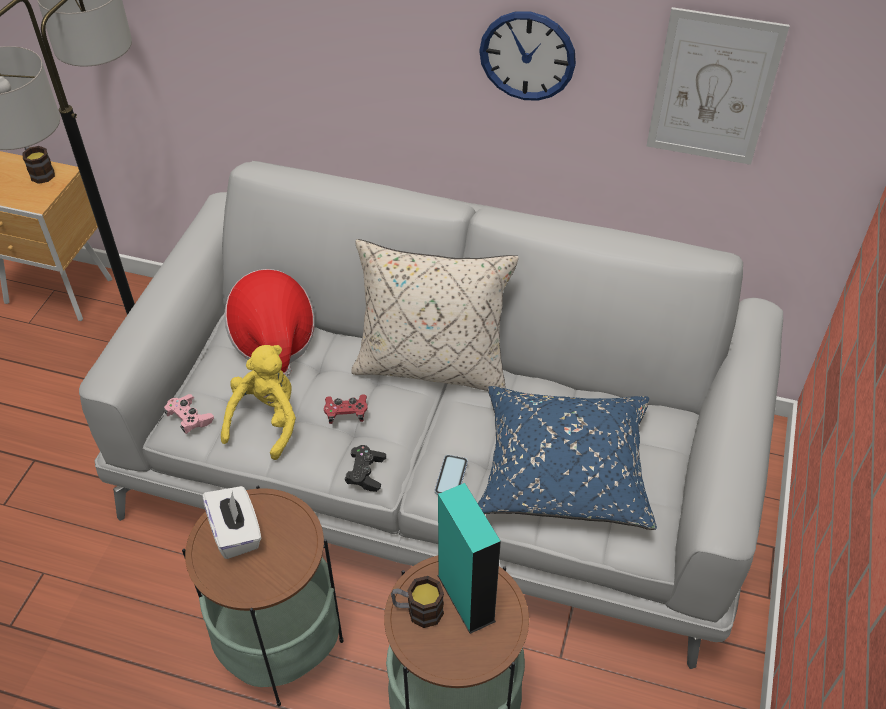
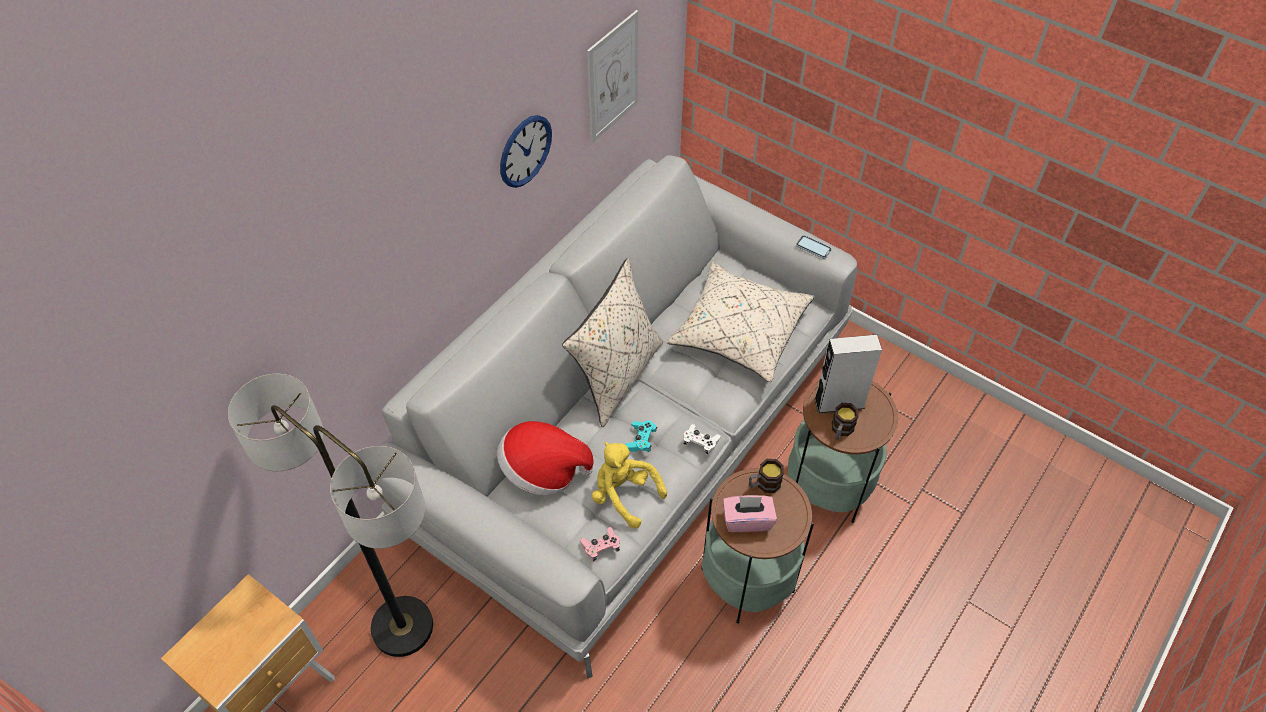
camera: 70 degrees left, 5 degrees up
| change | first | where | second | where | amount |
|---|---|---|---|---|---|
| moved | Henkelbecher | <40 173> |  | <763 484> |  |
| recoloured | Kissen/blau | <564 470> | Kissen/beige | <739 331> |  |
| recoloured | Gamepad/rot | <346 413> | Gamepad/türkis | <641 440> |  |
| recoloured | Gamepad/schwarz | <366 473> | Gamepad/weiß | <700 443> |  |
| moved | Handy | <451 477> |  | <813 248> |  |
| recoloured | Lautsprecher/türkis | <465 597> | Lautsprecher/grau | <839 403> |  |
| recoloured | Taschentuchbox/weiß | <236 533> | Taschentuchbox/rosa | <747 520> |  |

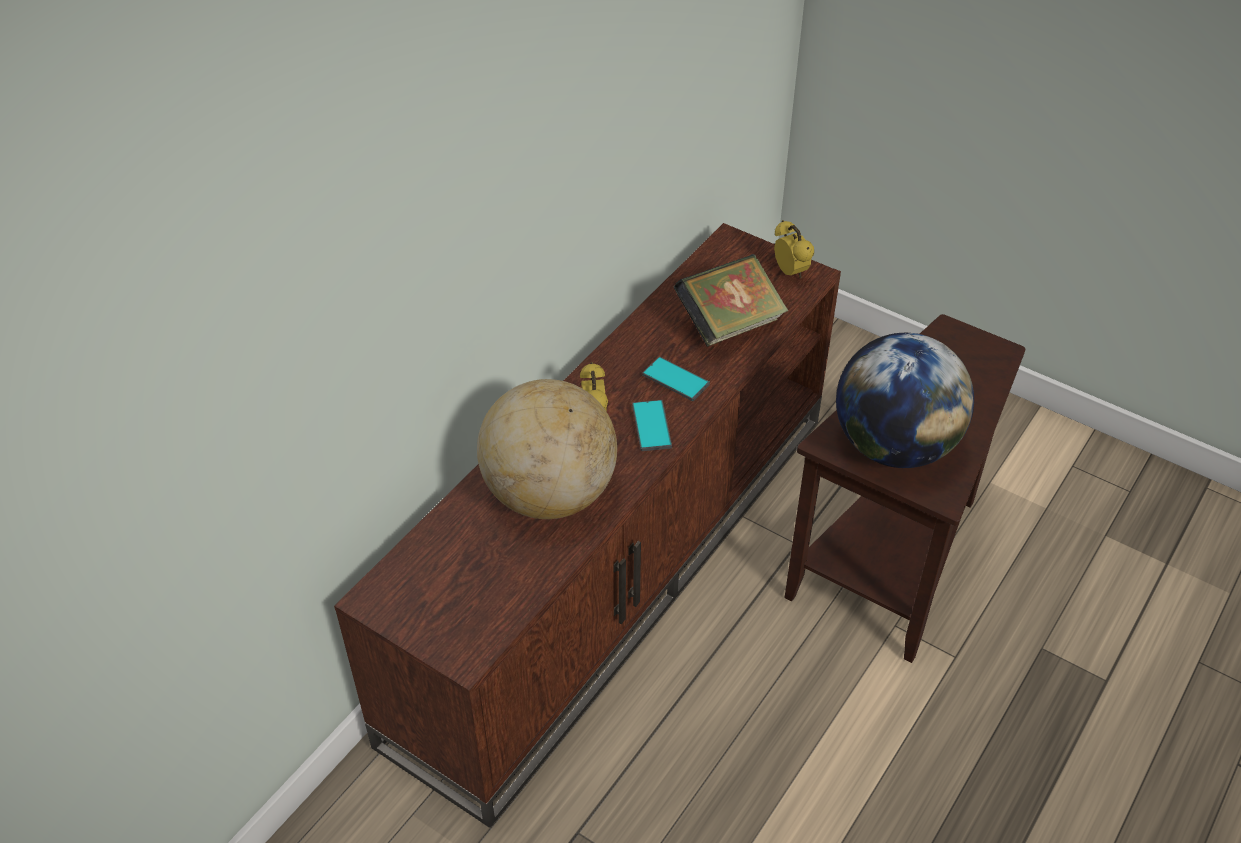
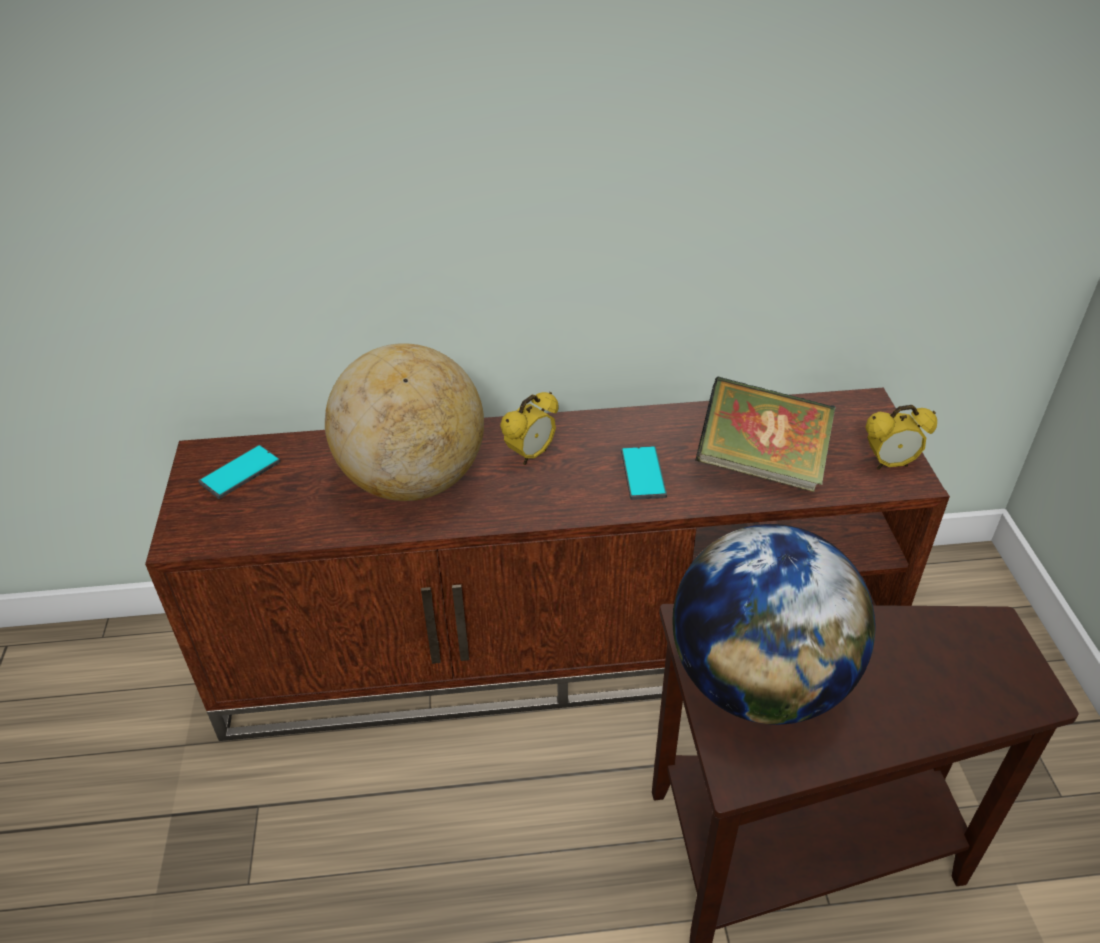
camera: 50 degrees right, 5 degrees down
| change | first | where | second | where | amount |
|---|---|---|---|---|---|
| turned | Wecker | <790 272> |  | <889 464> | 60 degrees clockwise |
| moved | Handy | <651 426> |  | <240 472> |  |

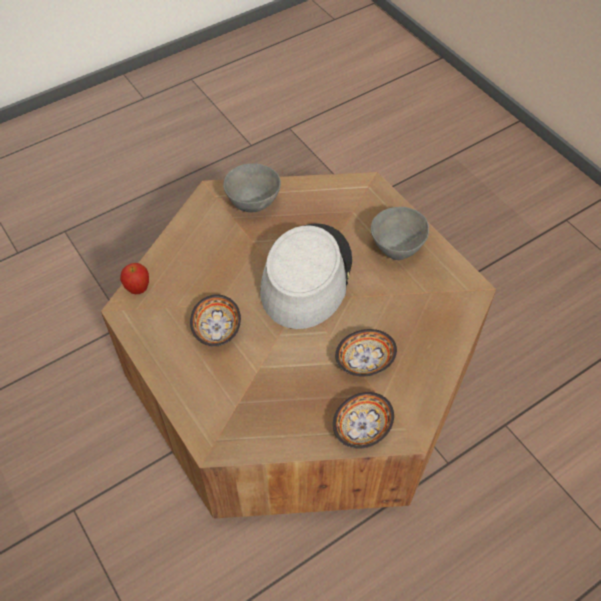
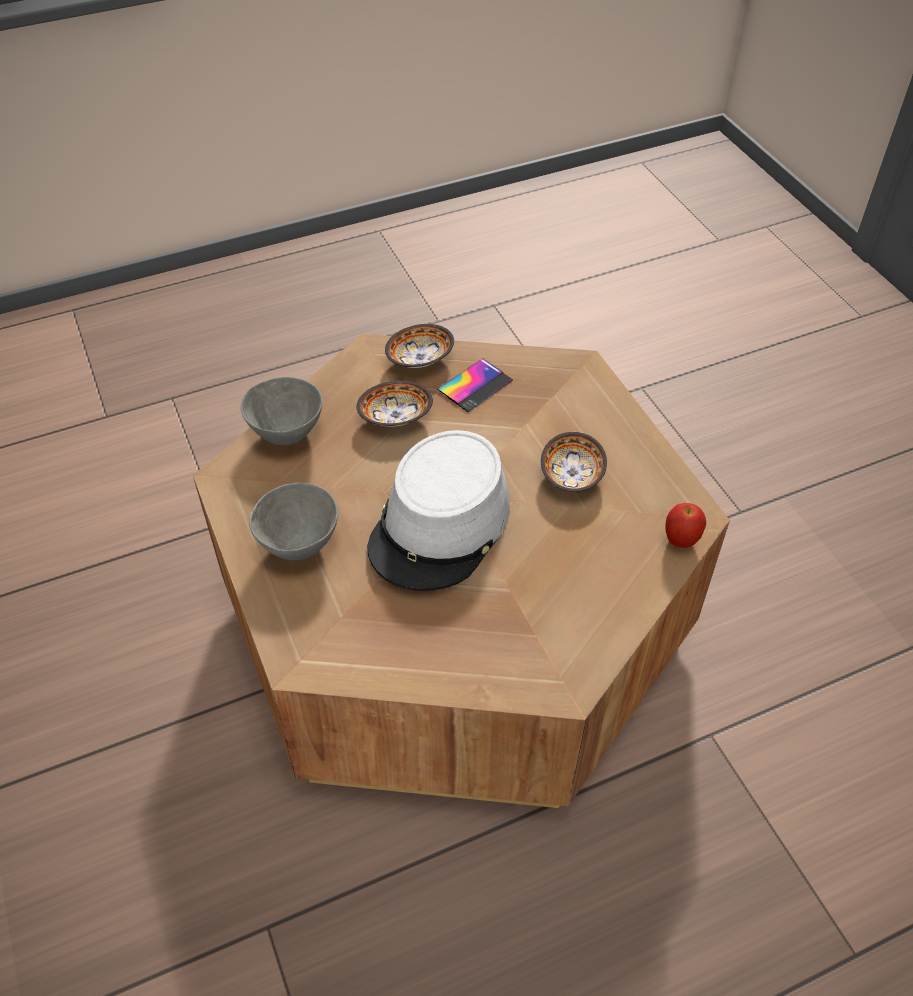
camera: 170 degrees left, 5 degrees down
| change | first | where | second | where | amount |
|---|---|---|---|---|---|
| moved | Schüssel/grau | <253 204> |  | <286 435> |  |
| added |  |  | Handy | <475 385> |  |

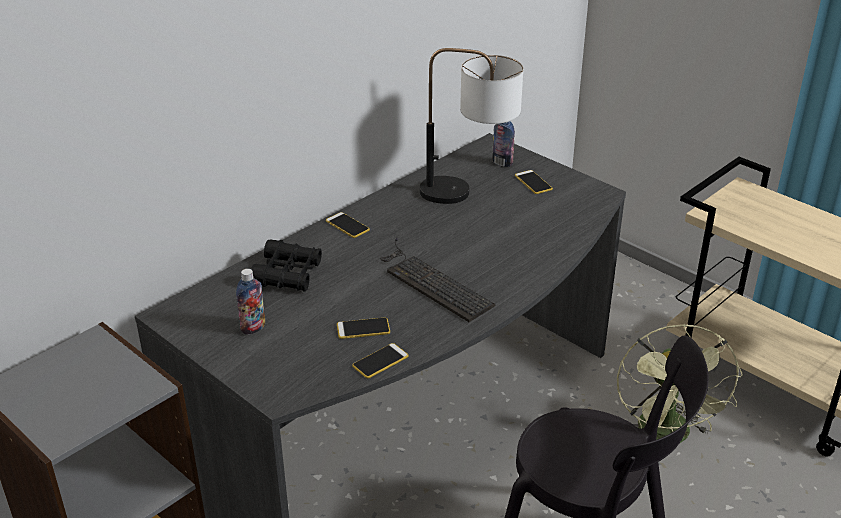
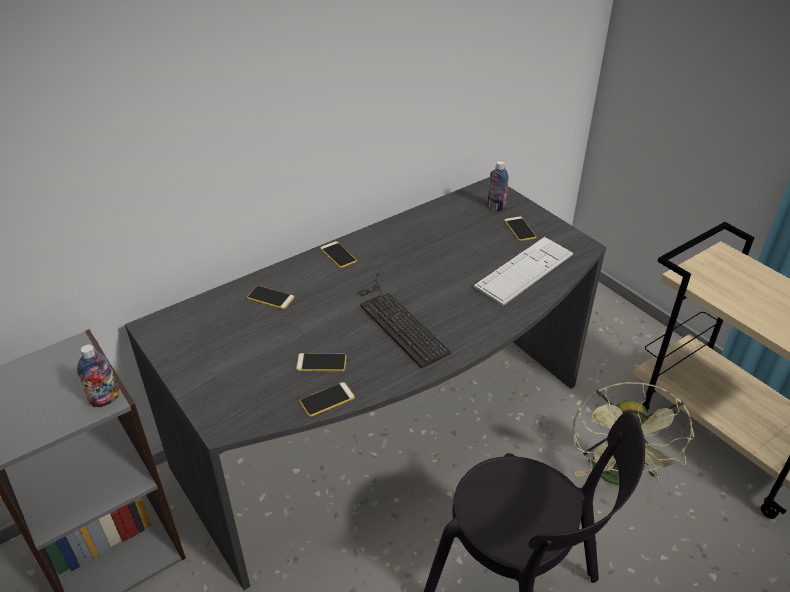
camera: 10 degrees right, 5 degrees up
| change | first | where | second | where | amount |
|---|---|---|---|---|---|
| removed | Tischlampe | <469 195> |  |  |  |
| replaced | Fernglas/schwarz | <288 274> | Handy | <270 298> |  |
| moved | Flasche | <253 328> |  | <105 399> |  |
| added |  |  | Tastatur | <524 271> |  |

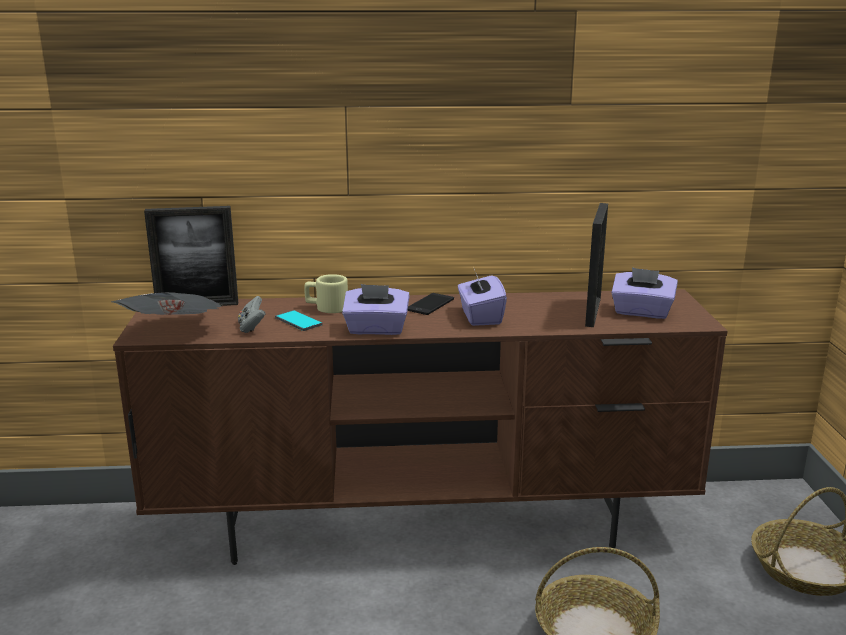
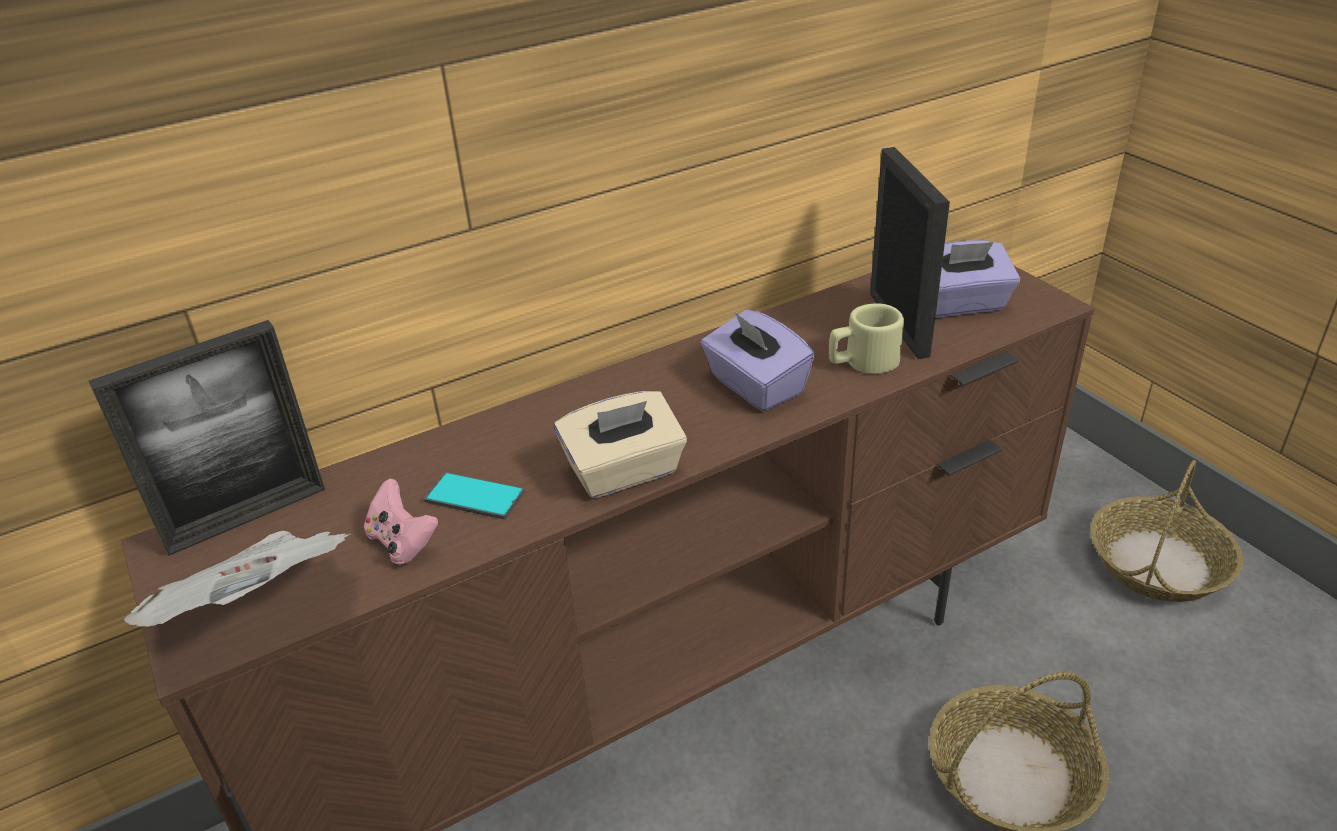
camera: 25 degrees left, 15 degrees up
| change | first | where | second | where | amount |
|---|---|---|---|---|---|
| moved | Henkelbecher/beige | <326 308> |  | <863 362> |  |
| recoloured | Taschentuchbox/lila | <376 329> | Taschentuchbox/beige | <624 472> |  |
| removed | Handy | <430 304> |  |  |  |
| recoloured | Gamepad/grau | <251 327> | Gamepad/rosa | <402 542> |  |

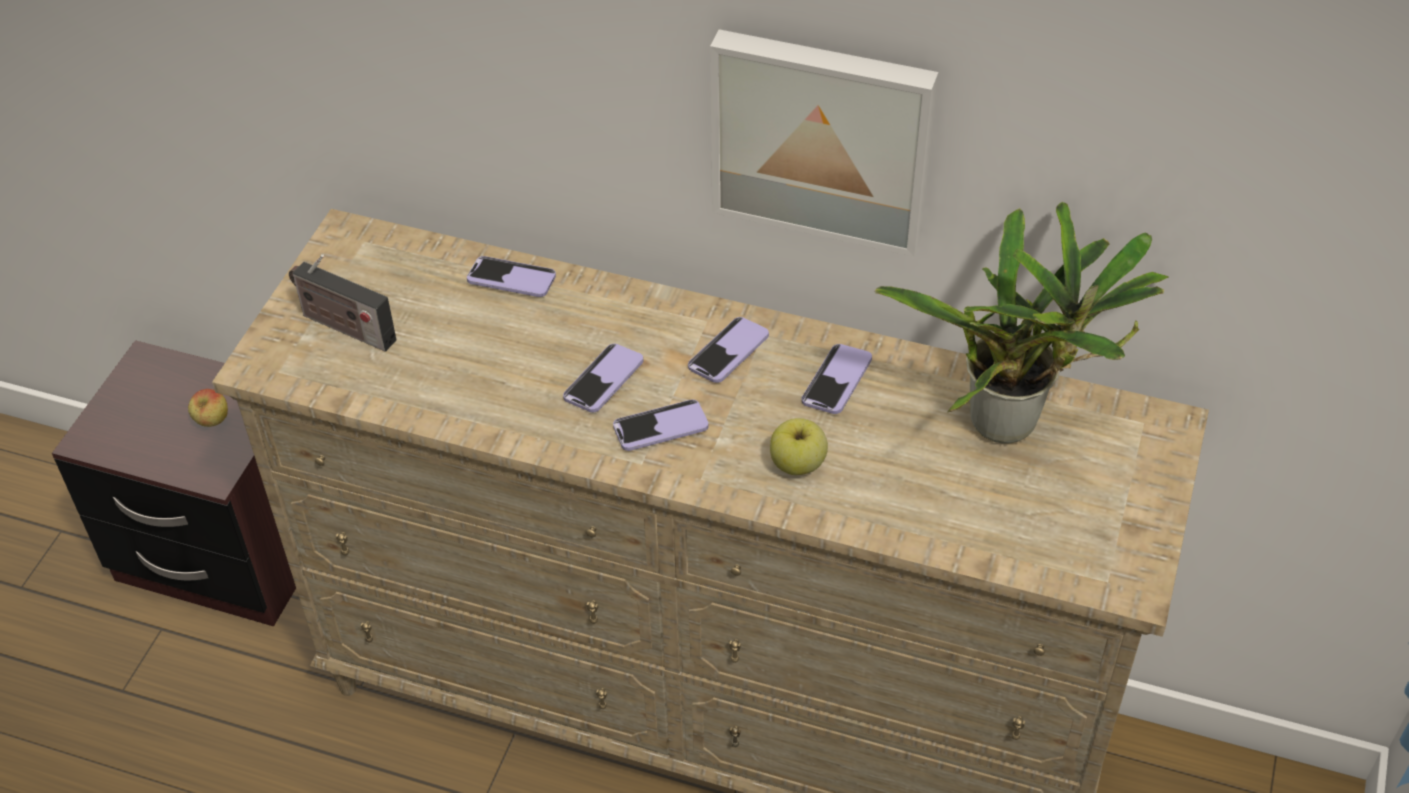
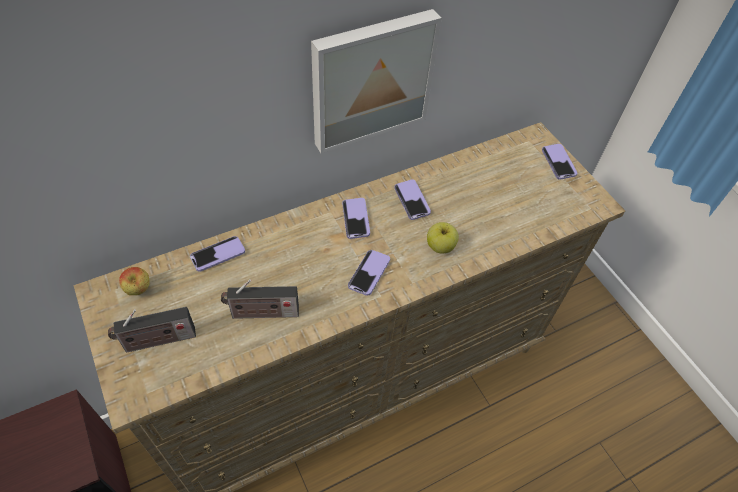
camera: 50 degrees left, 5 degrees up
| change | first | where | second | where | amount |
|---|---|---|---|---|---|
| removed | Topfpflanze | <1013 423> |  |  |  |
| moved | Handy | <603 380> |  | <558 162> |  |
| moved | Apfel | <212 422> |  | <139 290> |  |
| added |  |  | Radio | <262 313> |  |

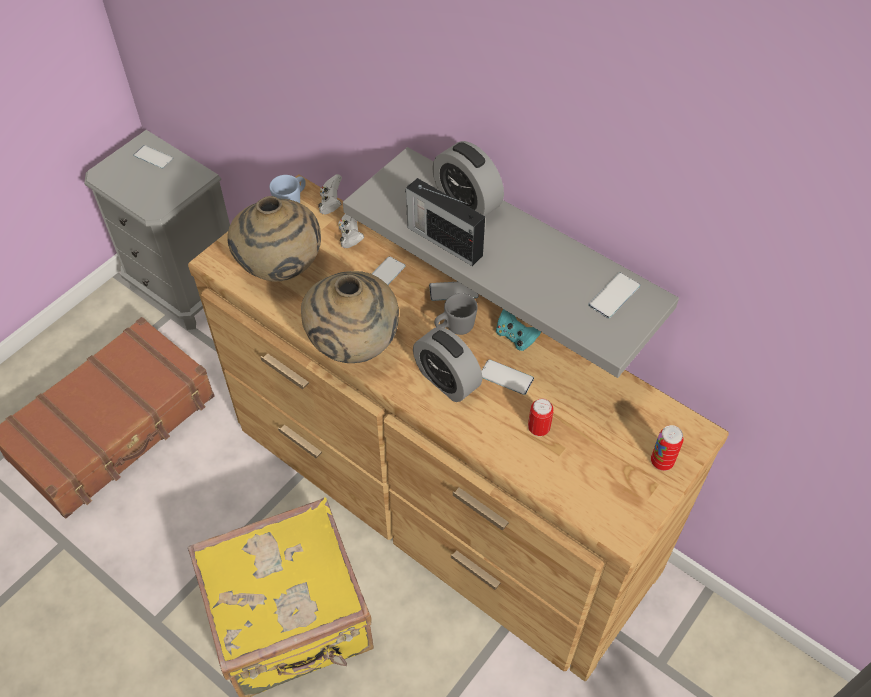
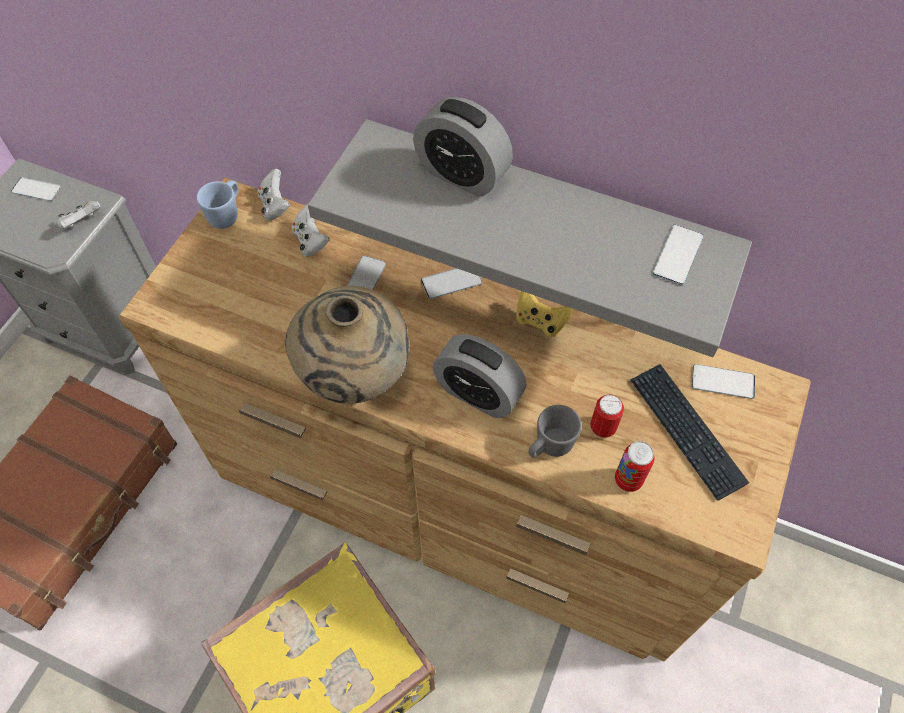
camera: 15 degrees left, 5 degrees up
| change | first | where | second | where | amount |
|---|---|---|---|---|---|
| removed | Radio | <443 240> |  |  |  |
| removed | Vase/beige | <281 271> |  |  |  |
| moved | Henkelbecher/grau | <455 327> |  | <549 447> |  |
| recoloured | Gamepad/türkis | <516 337> | Gamepad/gelb | <540 321> |  |
| moved | Handy | <506 377> |  | <723 382> |  |
| moved | Dose | <662 462> |  | <628 480> |  |
| added |  |  | Gamepad/weiß | <83 223> |  |
| added |  |  | Tastatur | <686 431> |  |

